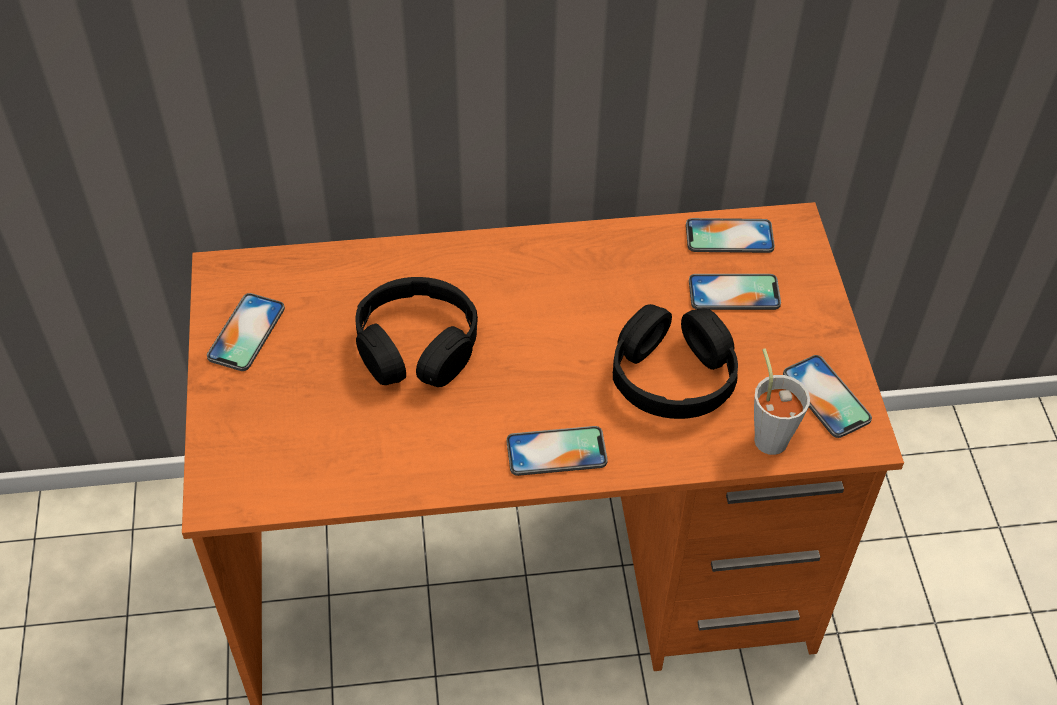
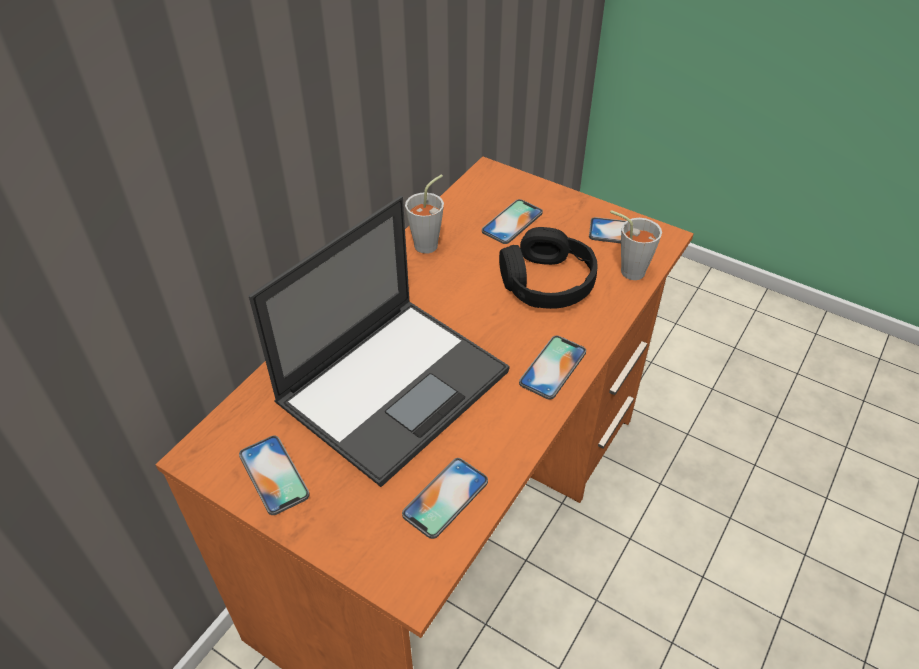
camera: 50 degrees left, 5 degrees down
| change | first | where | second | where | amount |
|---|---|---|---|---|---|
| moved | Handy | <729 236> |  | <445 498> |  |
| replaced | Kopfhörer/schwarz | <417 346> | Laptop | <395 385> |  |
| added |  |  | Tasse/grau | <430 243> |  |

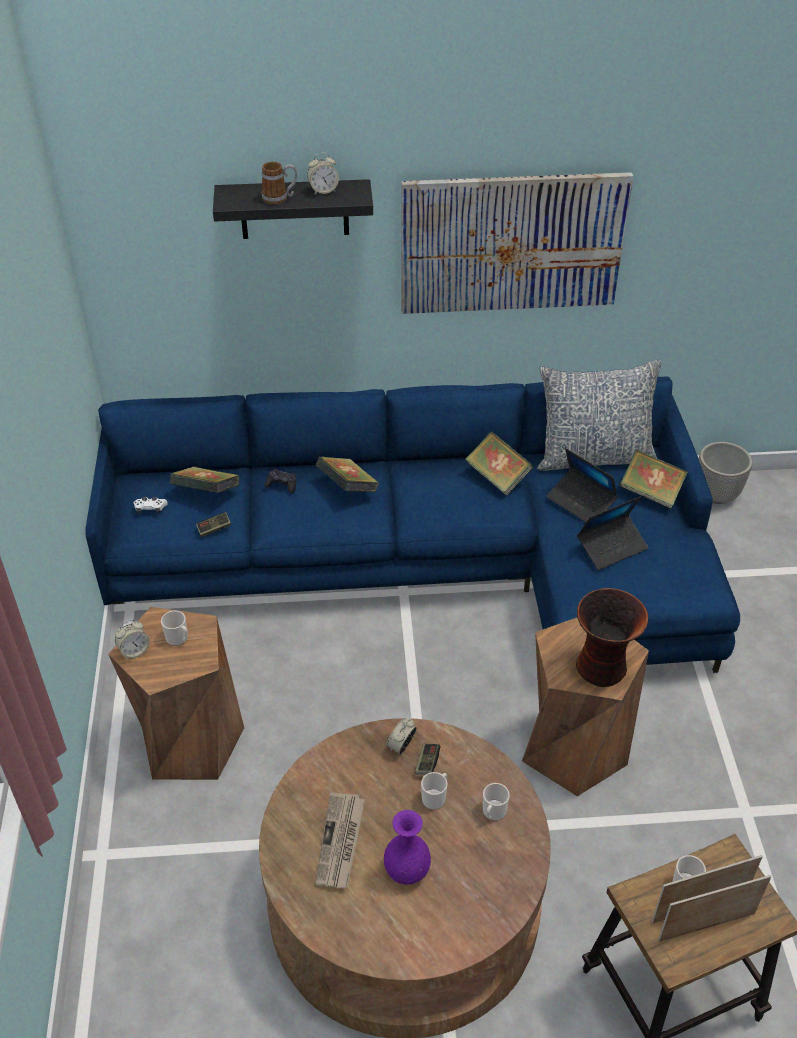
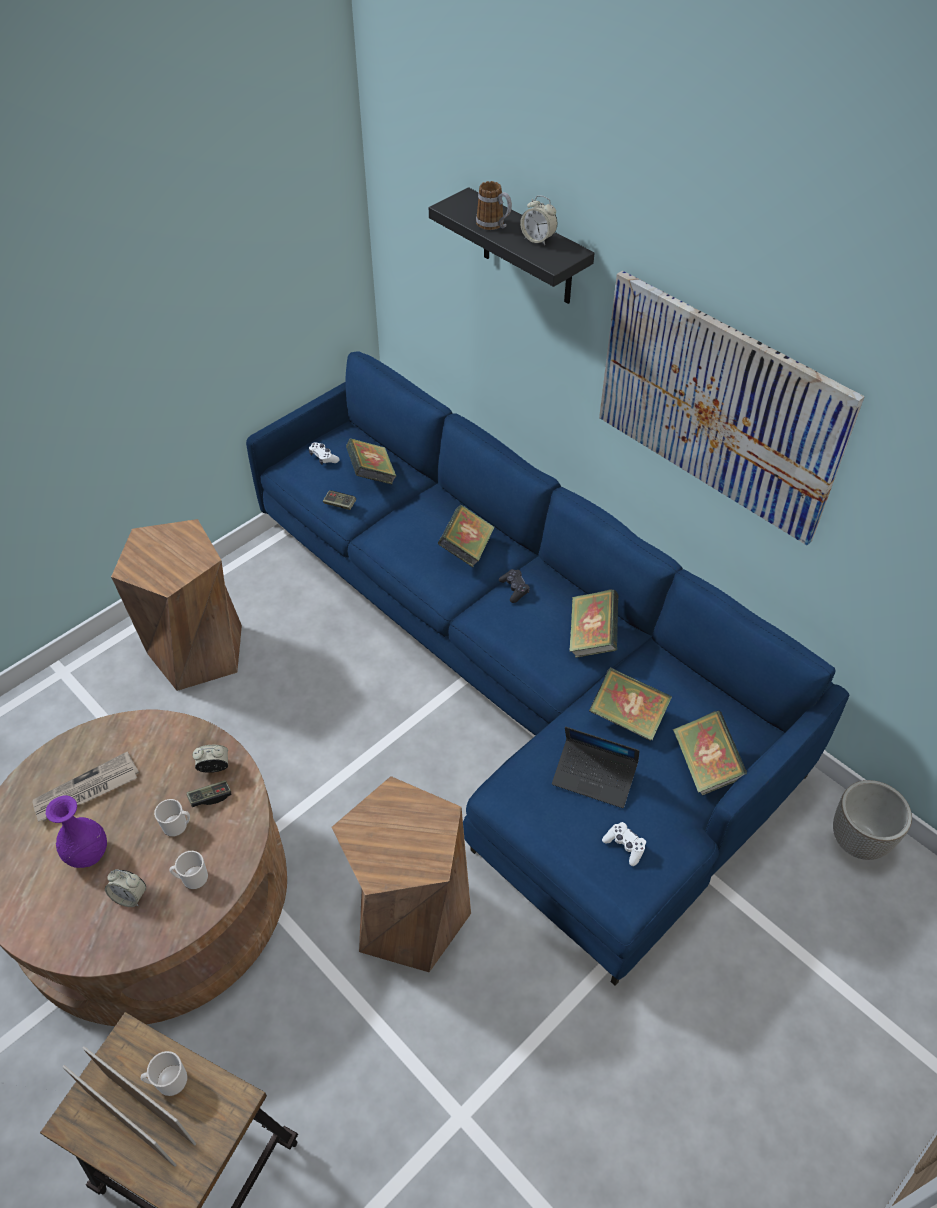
camera: 50 degrees right, 5 degrees up
| change | first | where | second | where | amount |
|---|---|---|---|---|---|
| removed | Kissen | <593 455> |  |  |  |
| replaced | Laptop | <581 502> | Buch | <627 717> |  |
| moved | Gamepad/schwarz | <282 485> |  | <514 589> |  |
| removed | Vase | <603 668> |  |  |  |
| removed | Henkelbecher | <178 639> |  |  |  |
| moved | Wecker | <134 651> |  | <130 896> |  |
| added |  |  | Gamepad/weiß | <625 846> |  |

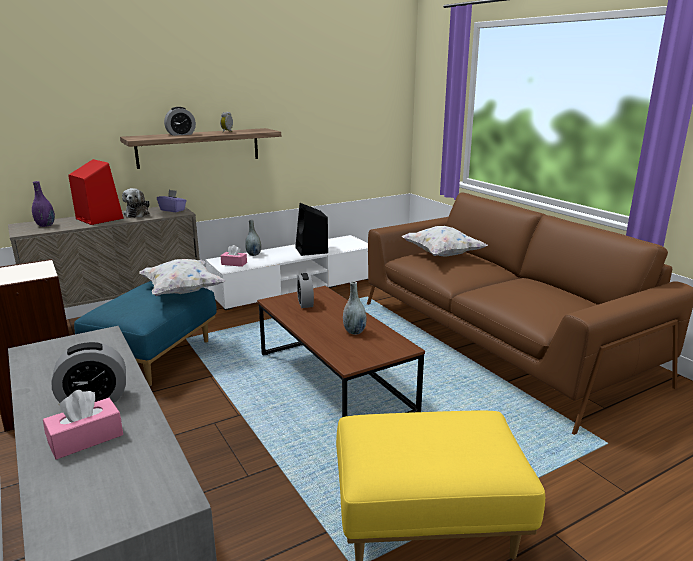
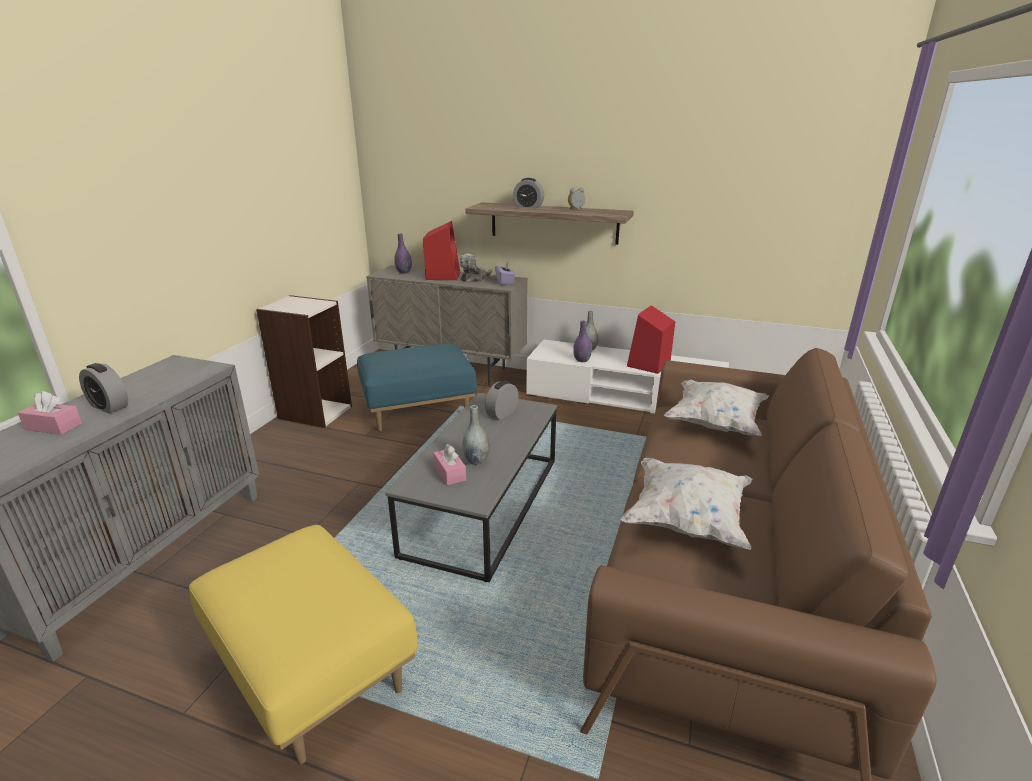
camera: 50 degrees right, 5 degrees up
| change | first | where | second | where | amount |
|---|---|---|---|---|---|
| recoloured | Lautsprecher/schwarz | <312 250> | Lautsprecher/rot | <648 365> |  |
| moved | Taschentuchbox/rosa | <234 263> |  | <450 473> |  |
| moved | Kissen/weiß | <182 291> |  | <686 520> |  |
| recoloured | Couchtisch/braun | <333 382> | Couchtisch/grau | <483 505> |  |
| added |  |  | Vase/lila | <582 360> |  |

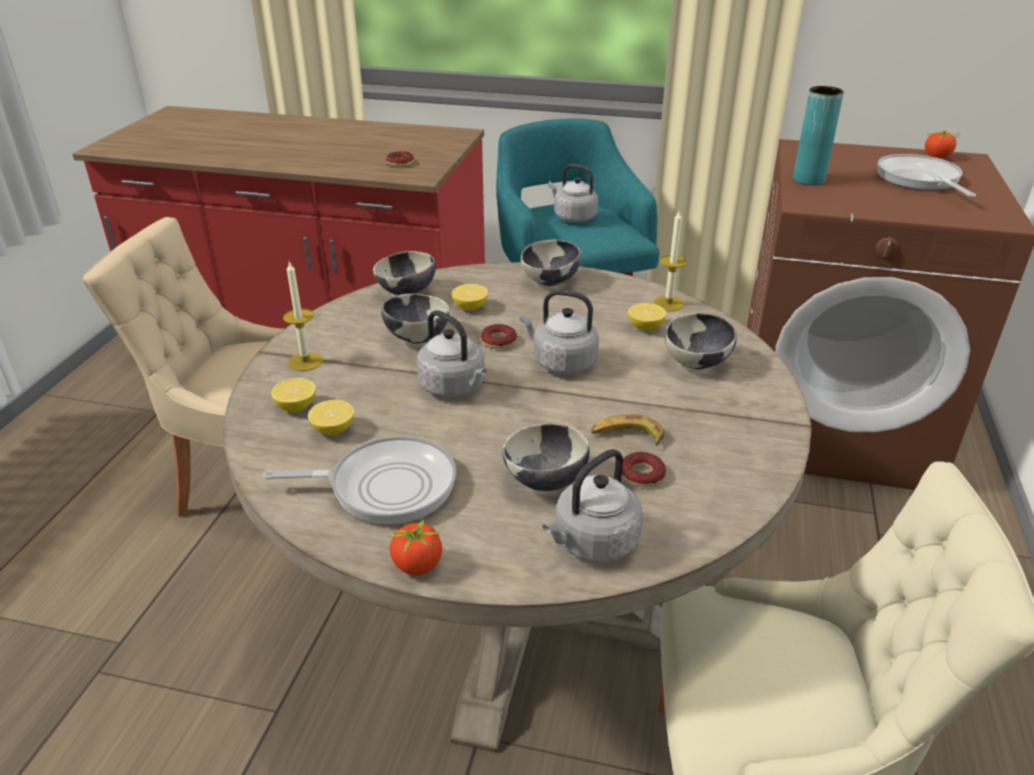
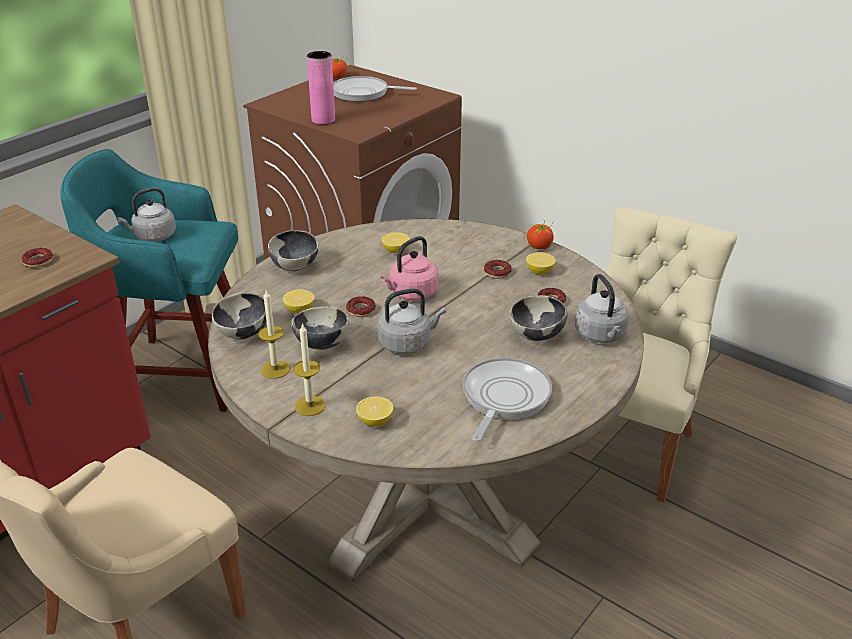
camera: 65 degrees left, 0 degrees up
| change | first | where | second | where | amount |
|---|---|---|---|---|---|
| recoloured | Vase/türkis | <808 180> | Vase/rosa | <323 120> |  |
| moved | Kerze | <668 303> |  | <275 369> |  |
| recoloured | Wasserkessel/grau | <561 362> | Wasserkessel/rosa | <411 294> |  |
| removed | Schüssel | <697 363> |  |  |  |
| moved | Zitrone | <333 430> |  | <539 271> |  |
| removed | Banane | <627 436> |  |  |  |
| moved | Tomate | <418 565> |  | <539 246> |  |
| added |  |  | Donut | <497 273> |  |

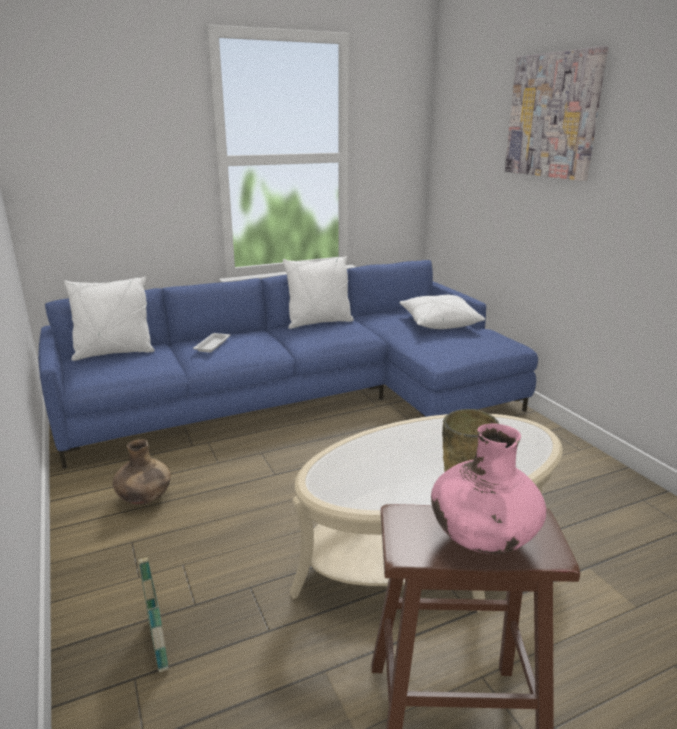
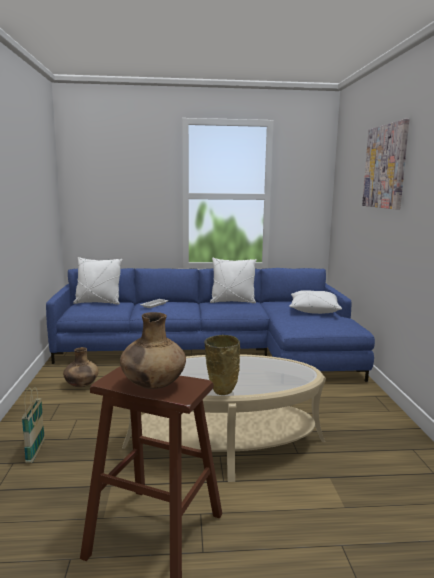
camera: 20 degrees right, 10 degrees down
| change | first | where | second | where | amount |
|---|---|---|---|---|---|
| recoloured | Vase/rosa | <482 540> | Vase/braun | <153 385> |  |

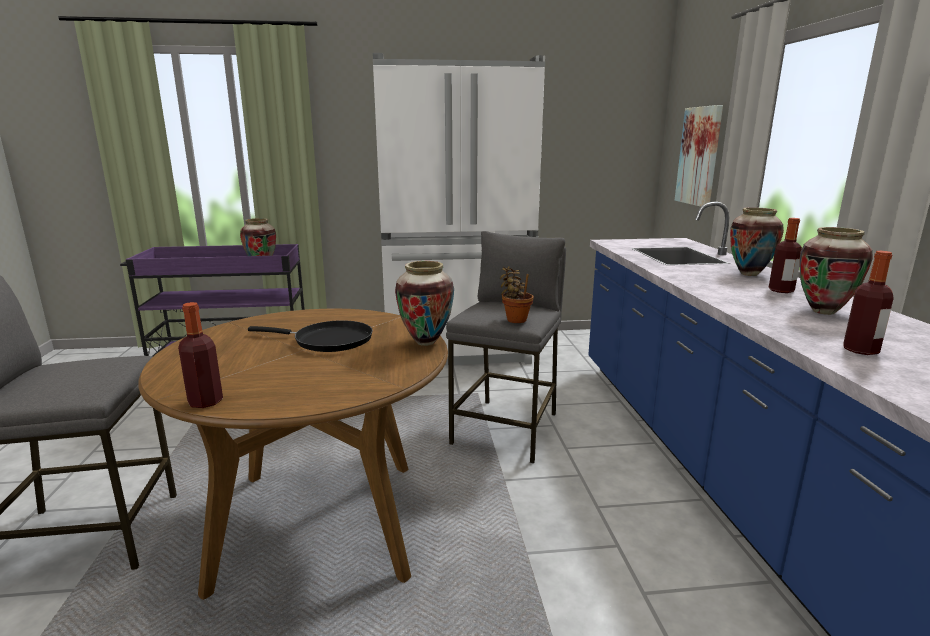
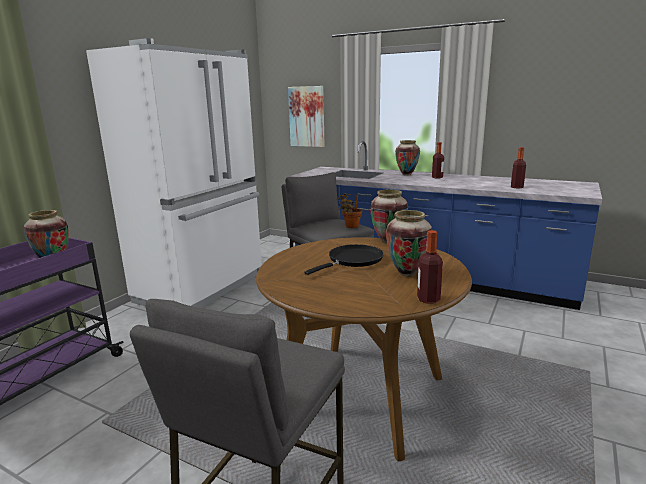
camera: 55 degrees left, 0 degrees up
| change | first | where | second | where | amount |
|---|---|---|---|---|---|
| moved | Vase | <823 311> |  | <407 273> |  |

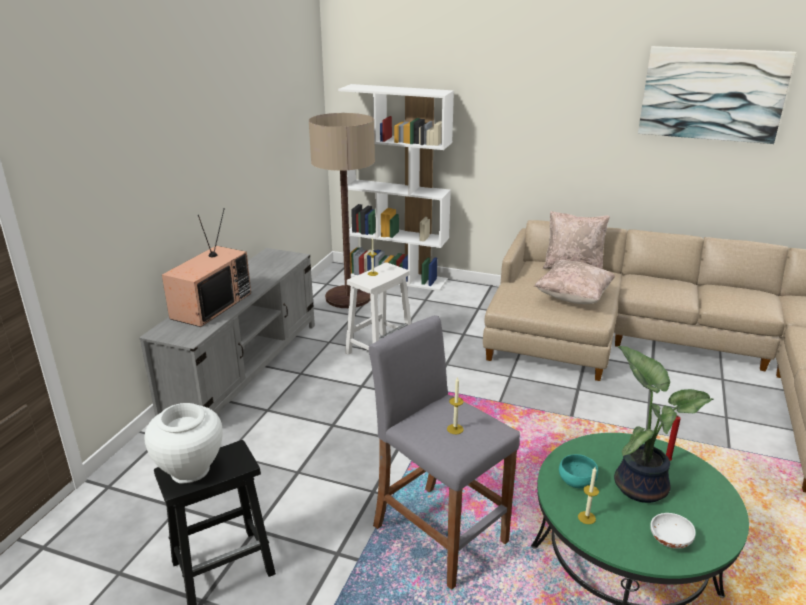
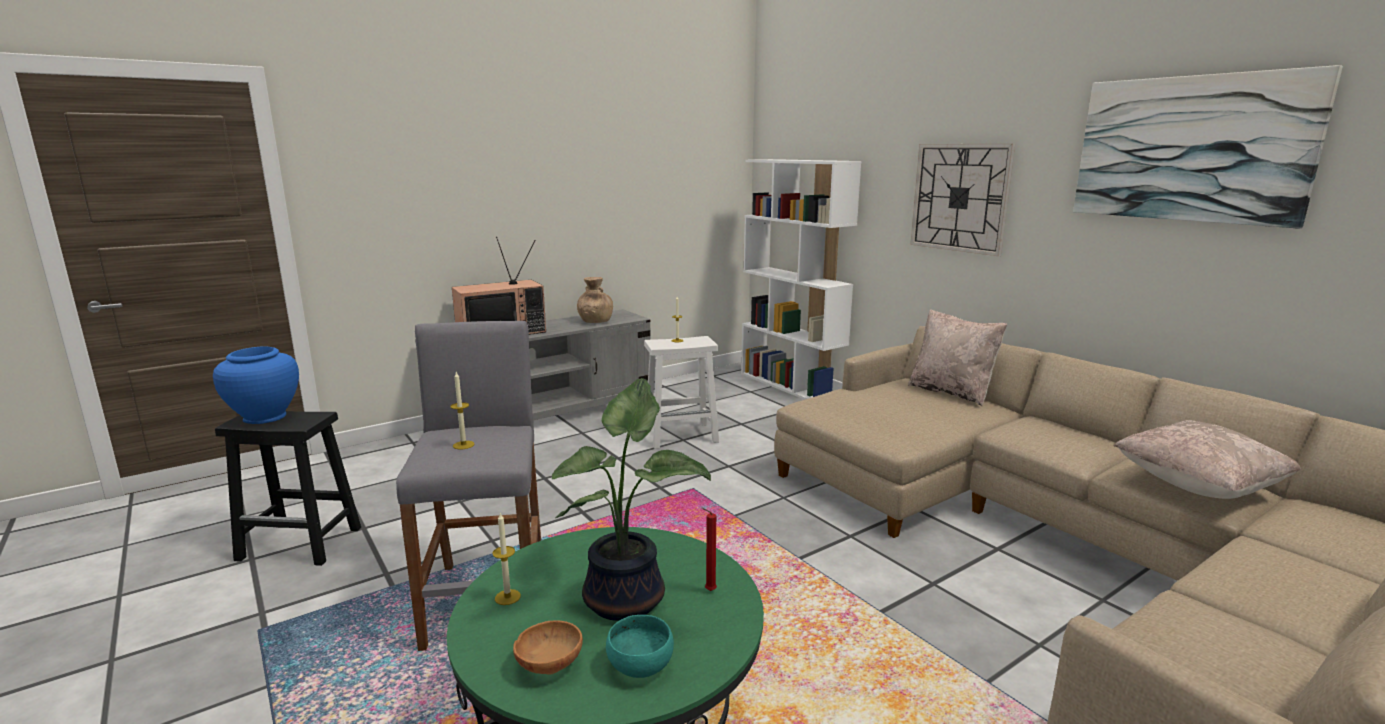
camera: 35 degrees right, 10 degrees down
| change | first | where | second | where | amount |
|---|---|---|---|---|---|
| removed | Stehlampe | <348 297> |  |  |  |
| moved | Kissen/beige | <573 297> |  | <1197 486> |  |
| recoloured | Vase/weiß | <190 470> | Vase/blau | <265 417> |  |
| moved | Schüssel/türkis | <576 482> |  | <639 666> |  |
| recoloured | Schüssel/weiß | <669 540> | Schüssel/braun | <549 664> |  |
| added |  |  | Wanduhr | <960 198> |  |
| added |  |  | Vase/braun | <595 321> |  |

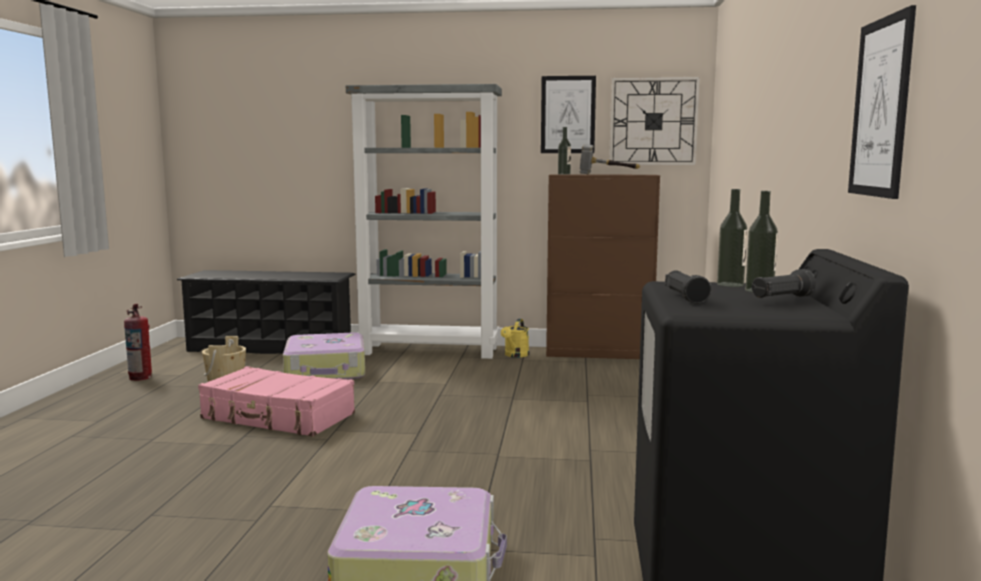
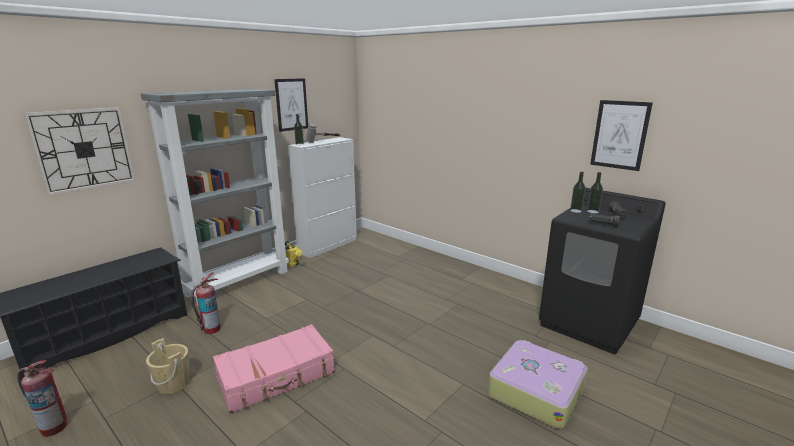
camera: 55 degrees left, 10 degrees up
| change | first | where | second | where | amount |
|---|---|---|---|---|---|
| moved | Wanduhr | <653 121> |  | <84 149> |  |
| recoloured | Schrank/braun | <599 354> | Schrank/weiß | <328 246> |  |
| replaced | Koffer | <326 370> | Feuerlöscher | <211 329> |  |

